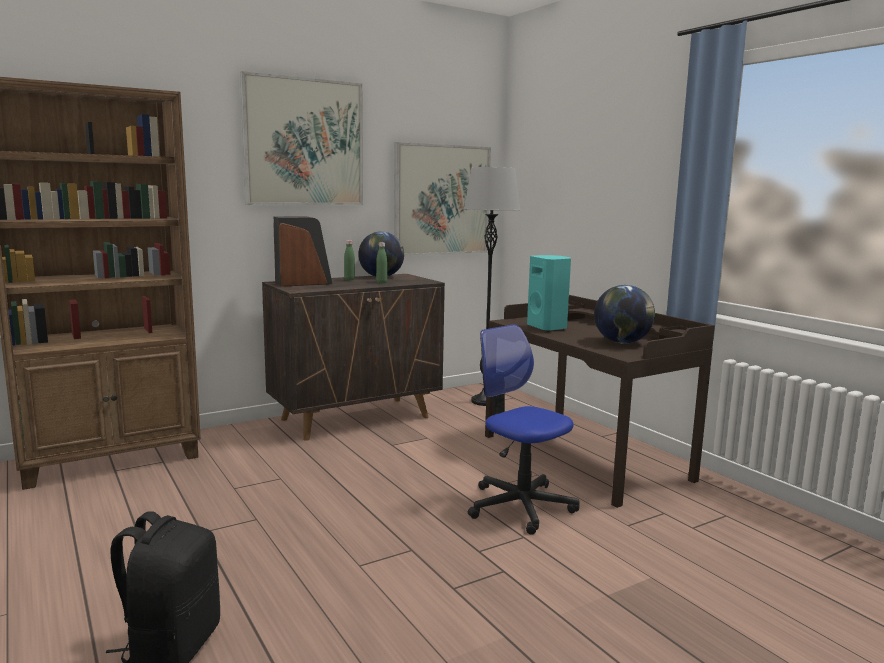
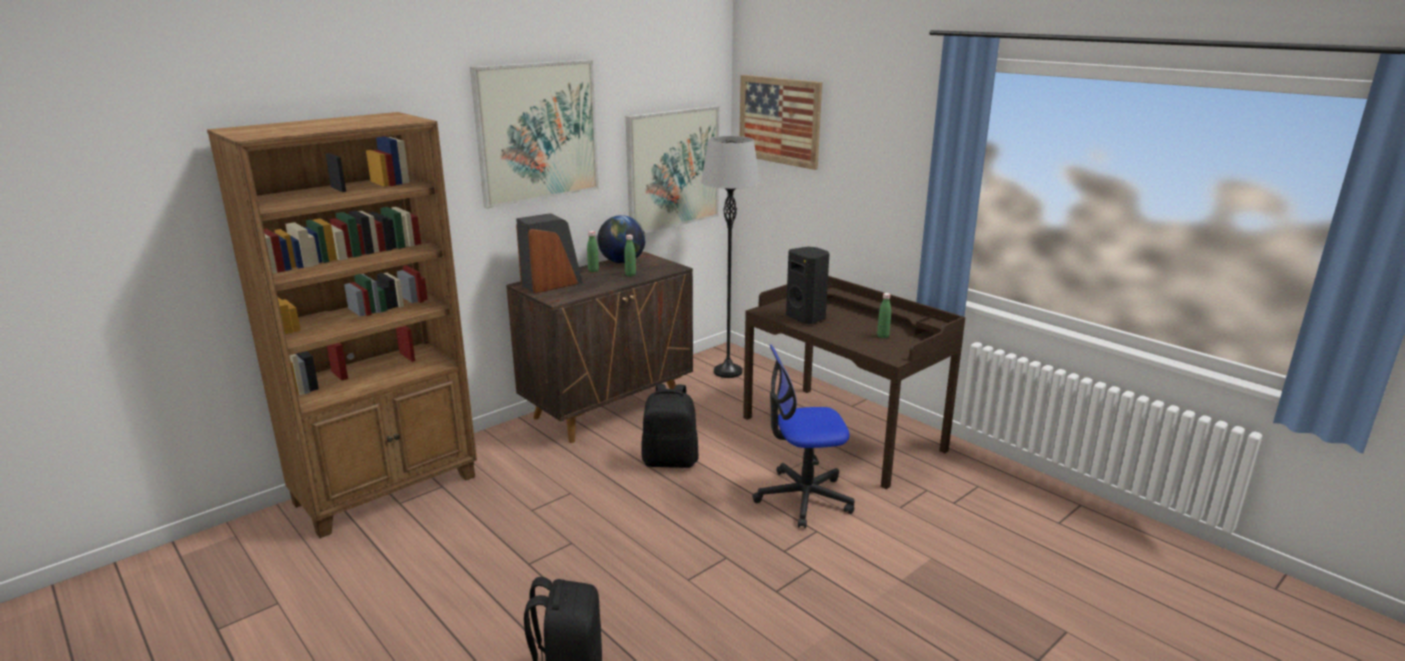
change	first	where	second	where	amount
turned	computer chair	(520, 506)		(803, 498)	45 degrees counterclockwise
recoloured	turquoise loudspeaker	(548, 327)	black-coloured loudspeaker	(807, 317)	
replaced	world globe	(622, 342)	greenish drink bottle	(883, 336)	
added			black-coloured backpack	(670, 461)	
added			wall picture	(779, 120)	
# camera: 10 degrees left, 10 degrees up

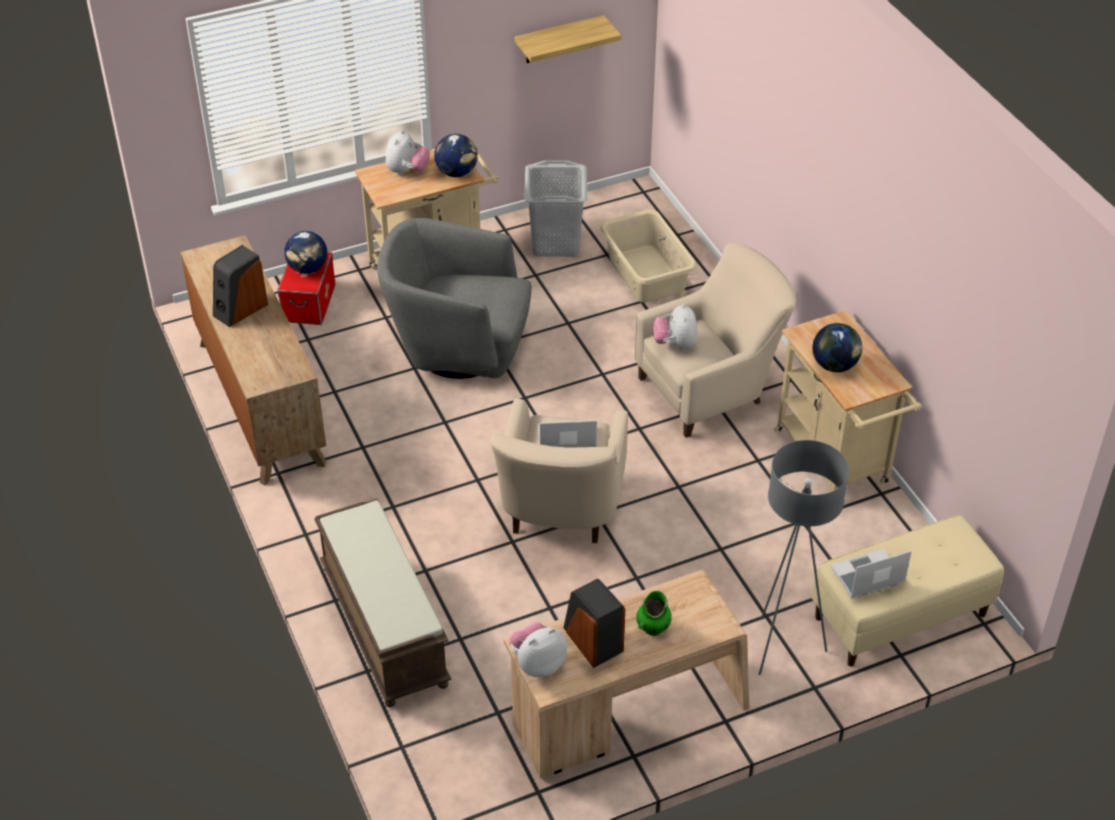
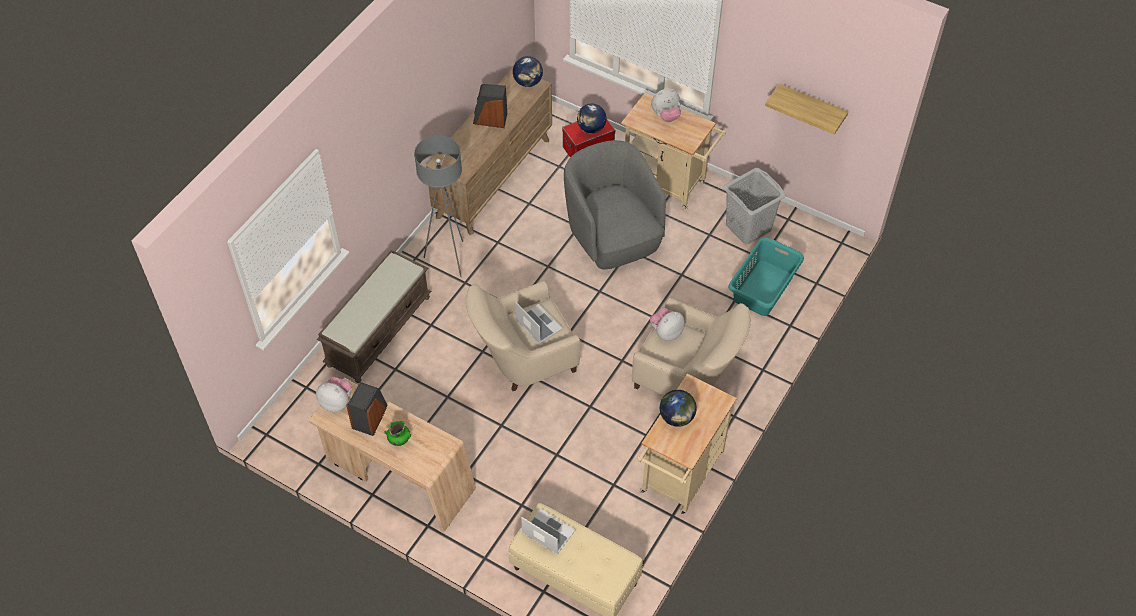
change	first	where	second	where	amount
moved	world globe	(457, 173)		(528, 82)	
recoloured	beige-coloured hamper	(647, 273)	turquoise hamper	(763, 288)	
moved	gray floor lamp	(783, 648)		(449, 258)	
# camera: 55 degrees right, 10 degrees up

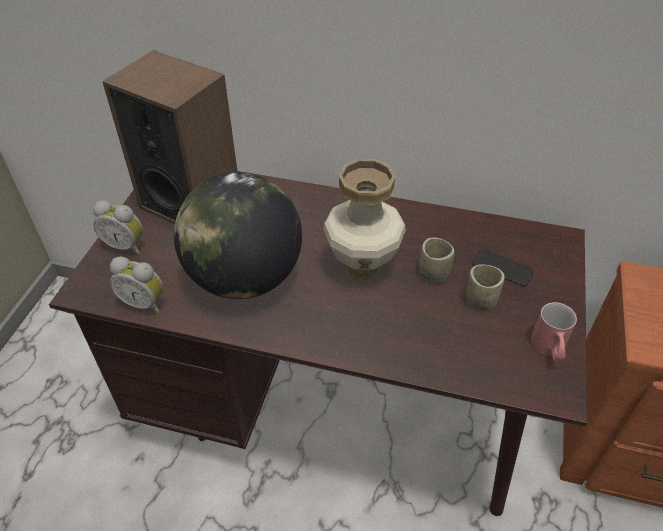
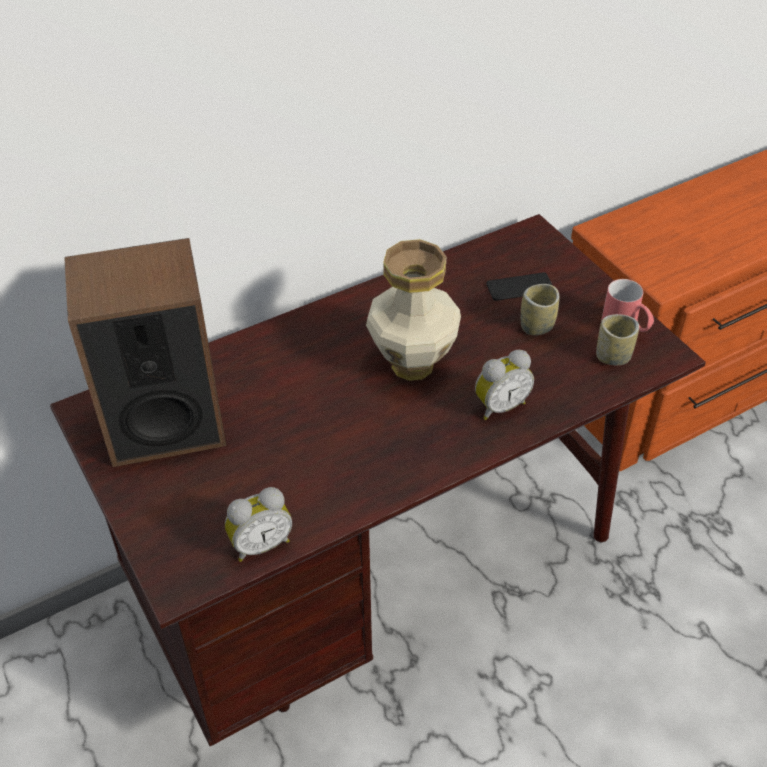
change	first	where	second	where	amount
moved	table clock	(126, 245)		(499, 405)	
removed	world globe	(244, 278)			
moved	cup	(433, 274)		(613, 356)	
# camera: 45 degrees left, 0 degrees up

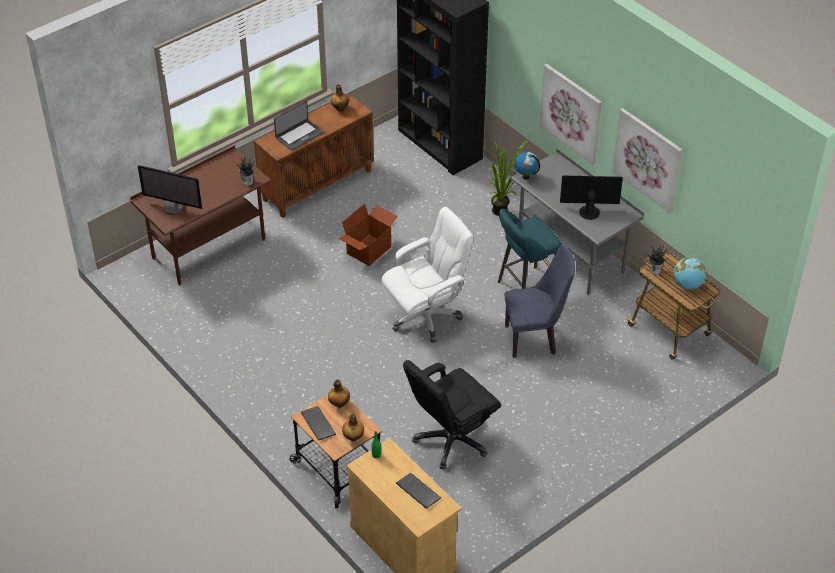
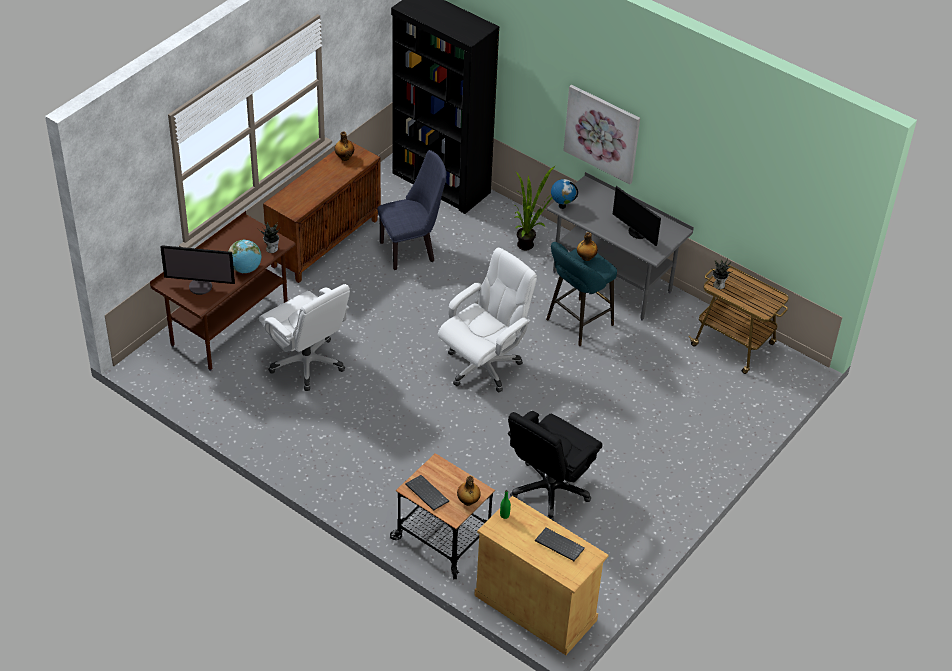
change	first	where	second	where	amount
removed	notebook computer	(299, 135)			
moved	drink bottle	(339, 404)		(586, 258)	
removed	cardboard box	(369, 250)			
moved	blue upright chair	(535, 338)		(412, 250)	
turned	computer display	(589, 211)		(637, 232)	120 degrees counterclockwise
removed	wall picture	(647, 159)			
moved	world globe	(687, 285)		(245, 269)	
added			white computer chair	(307, 363)	
# camera: 15 degrees left, 0 degrees up

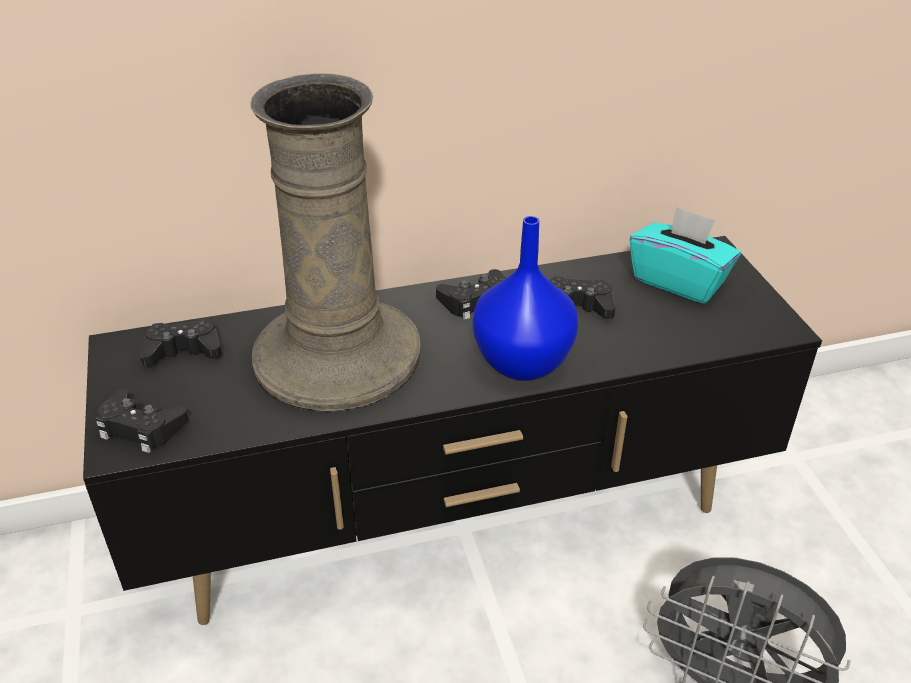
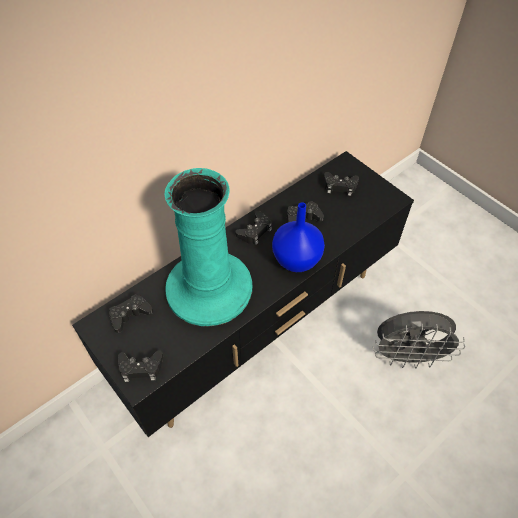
change	first	where	second	where	amount
recoloured	beige-coloured vase	(336, 354)	turquoise vase	(208, 288)	
replaced	turquoise tissue box	(679, 281)	black-coloured game controller	(340, 186)	
# camera: 25 degrees left, 15 degrees up

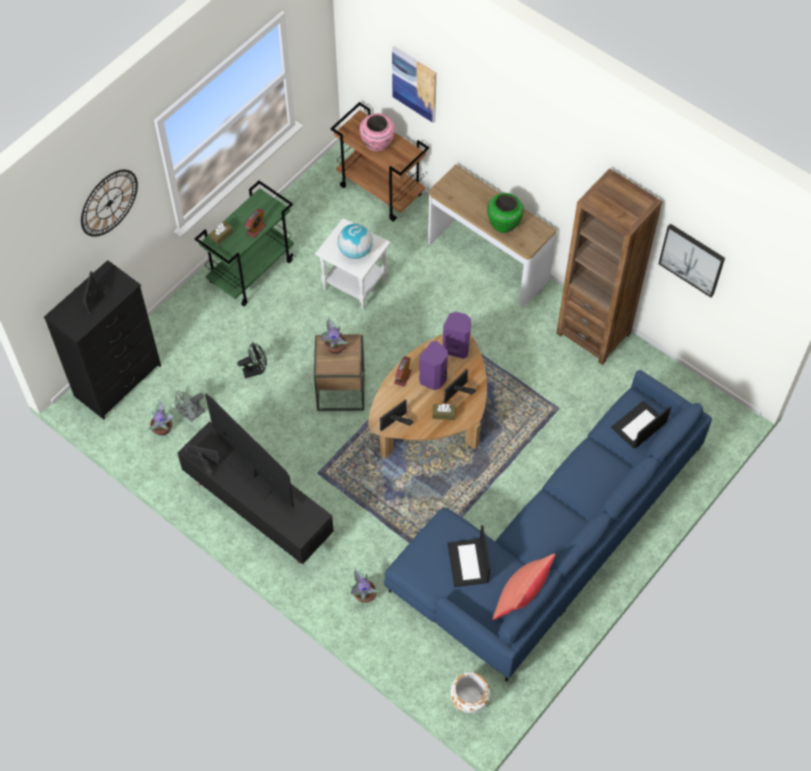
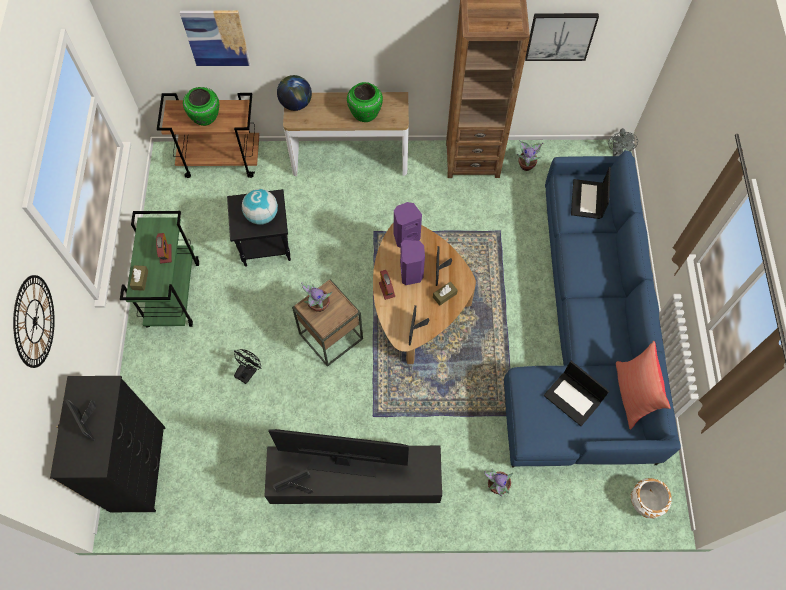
change	first	where	second	where	amount
moved	plant in a pot	(163, 429)		(526, 165)	
moved	gray electric fan	(192, 415)		(617, 152)	
recoloured	white side table	(355, 283)	black-coloured side table	(266, 245)	
recoloured	pinkish vase	(377, 144)	greenish vase	(205, 118)	
added			world globe	(296, 103)	
# camera: 40 degrees left, 5 degrees up

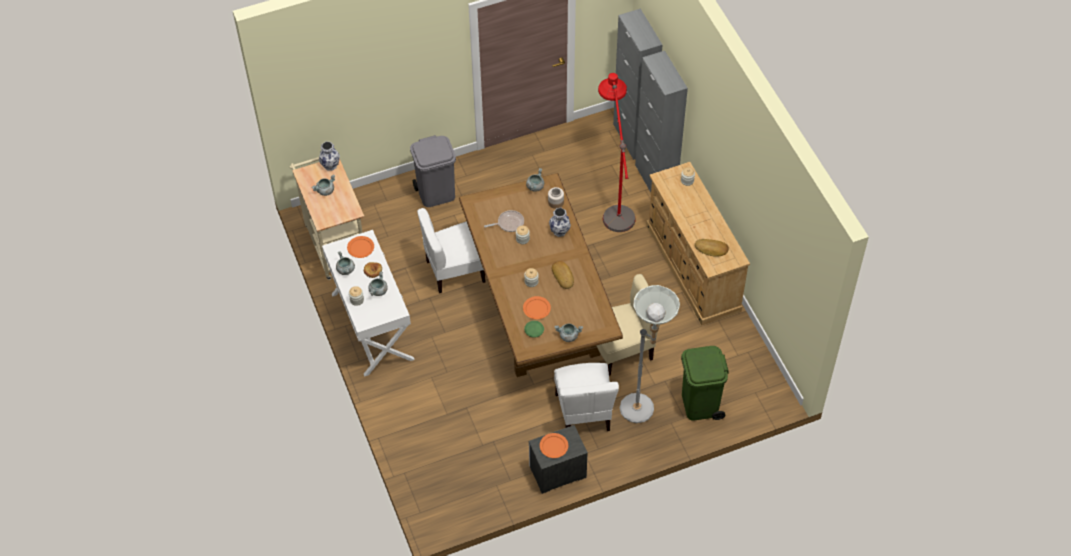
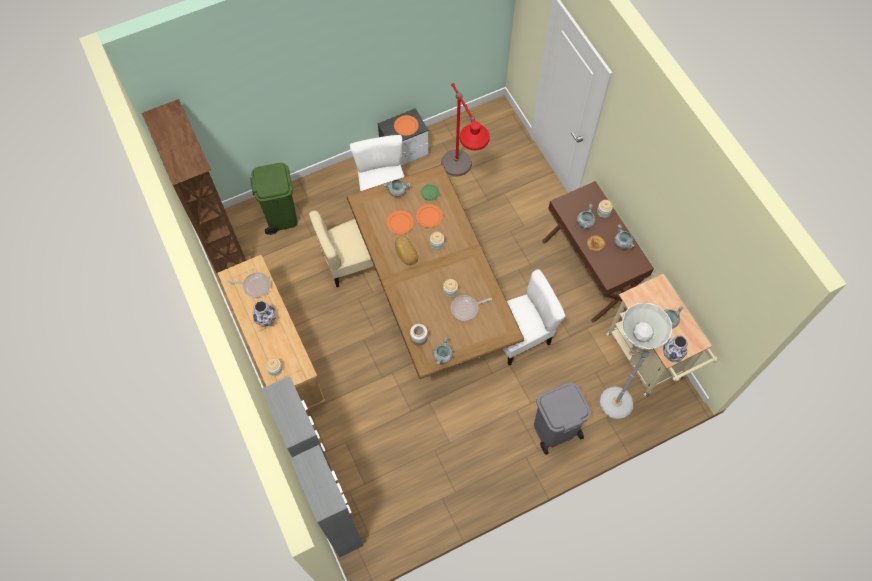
change	first	where	second	where	amount
recoloured	white hall table	(371, 326)	brown hall table	(588, 271)	
moved	orange dinner plate	(361, 248)		(400, 223)	
moved	vase	(559, 231)		(267, 320)	
moved	red-coloured floor lamp	(614, 200)		(461, 181)	
moved	gray floor lamp	(643, 411)		(609, 400)	
replaced	baked bread	(711, 249)	skillet	(255, 286)	
added			brown shelving unit	(224, 247)	
# camera: 175 degrees right, 10 degrees up

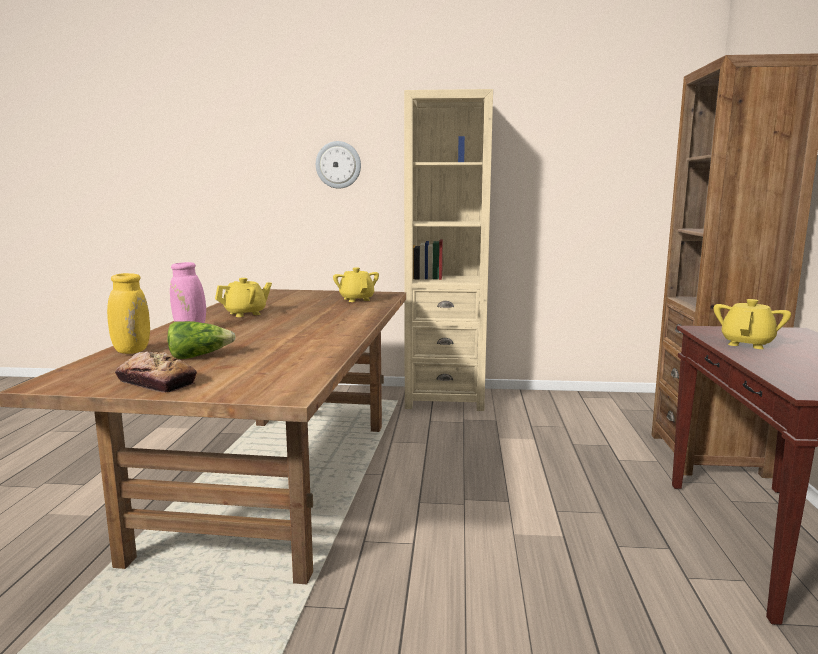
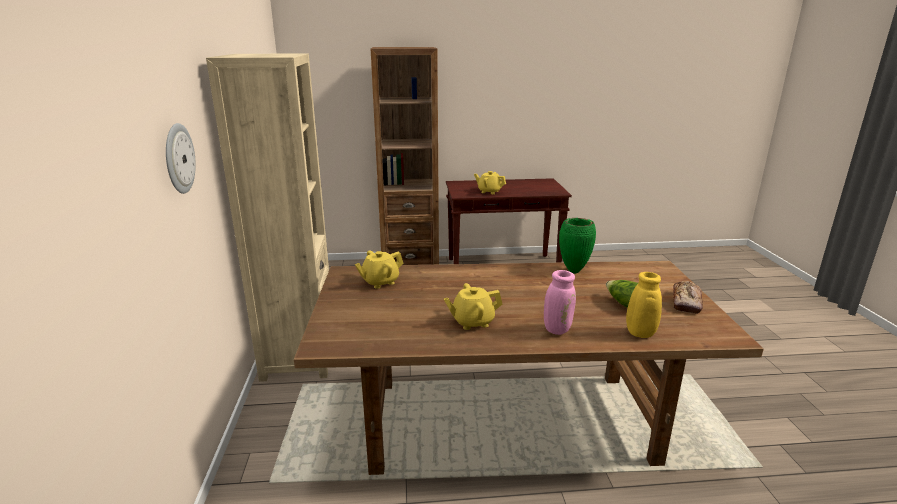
change	first	where	second	where	amount
turned	yellow teapot	(245, 314)		(472, 322)	60 degrees counterclockwise
added			greenish vase	(573, 271)	
# camera: 100 degrees left, 10 degrees up

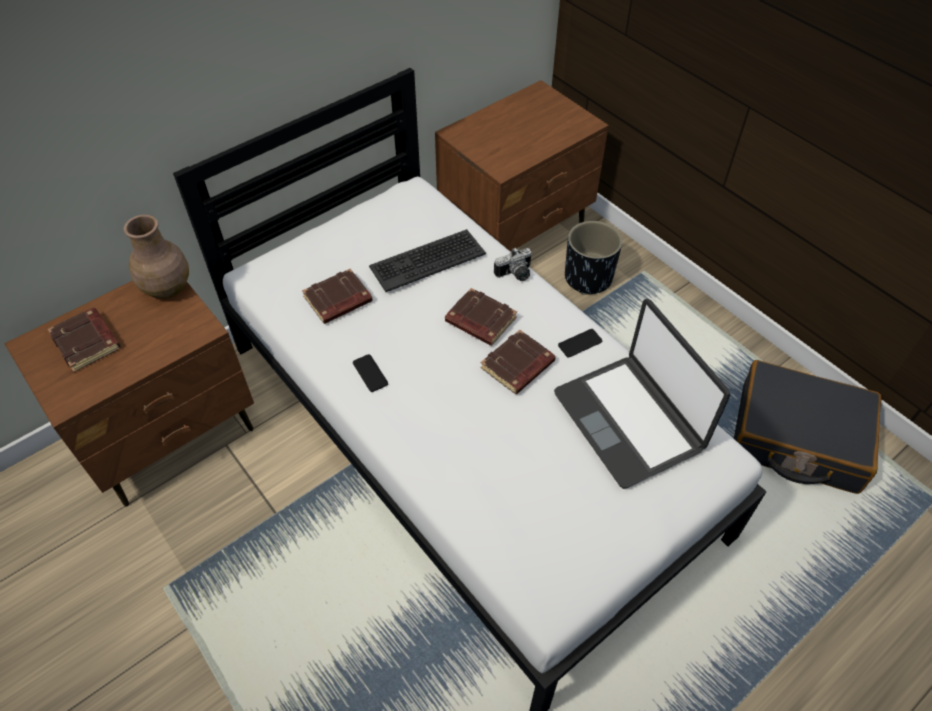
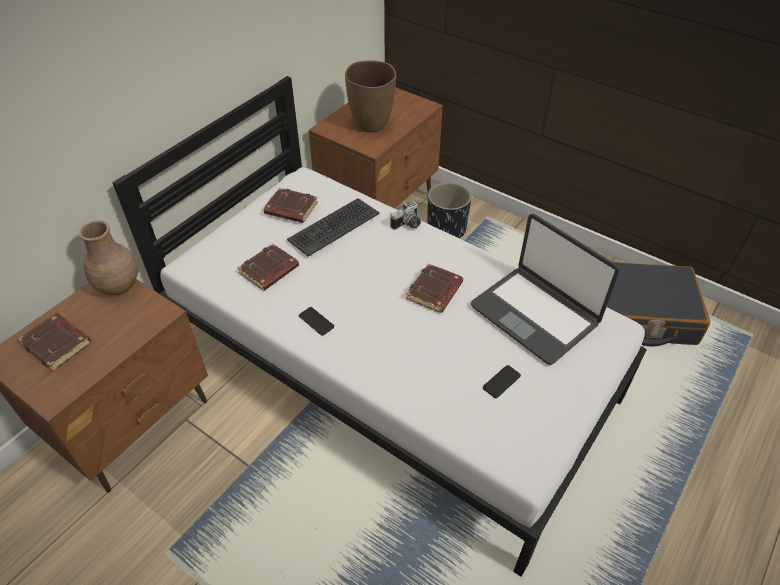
change	first	where	second	where	amount
moved	brown bound book	(479, 321)		(290, 209)	
moved	telephone	(580, 343)		(501, 382)	
added			brown vase	(372, 125)	
# camera: 15 degrees left, 5 degrees down

